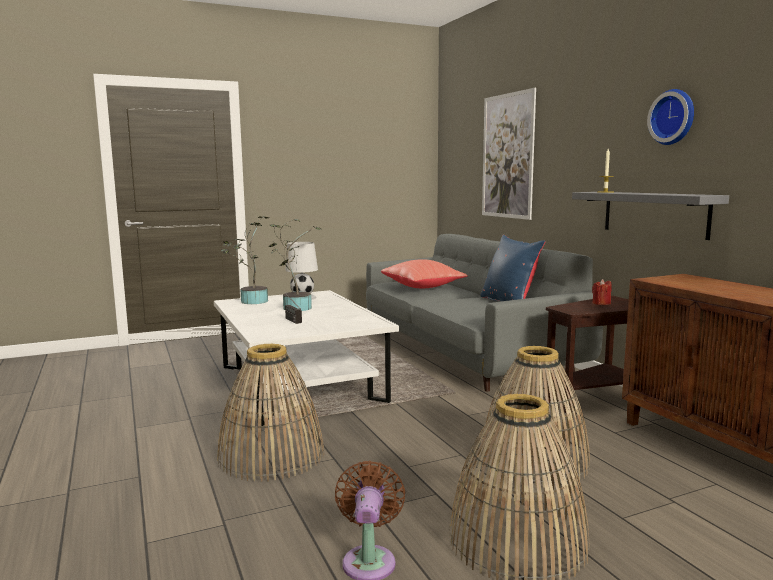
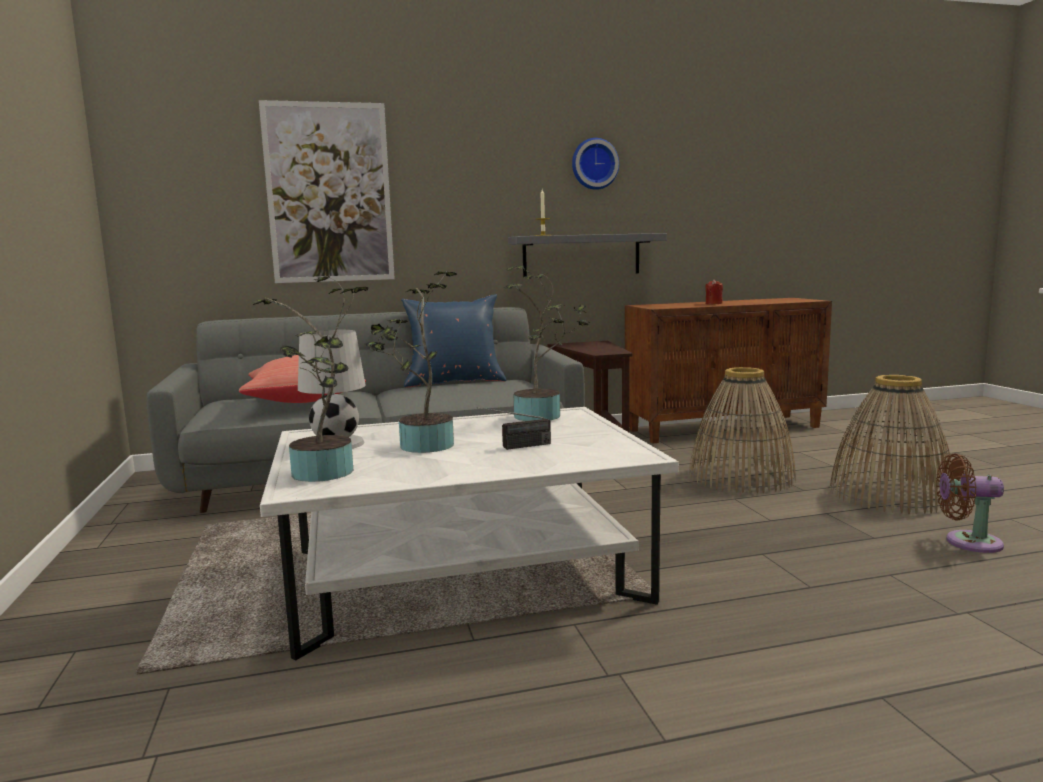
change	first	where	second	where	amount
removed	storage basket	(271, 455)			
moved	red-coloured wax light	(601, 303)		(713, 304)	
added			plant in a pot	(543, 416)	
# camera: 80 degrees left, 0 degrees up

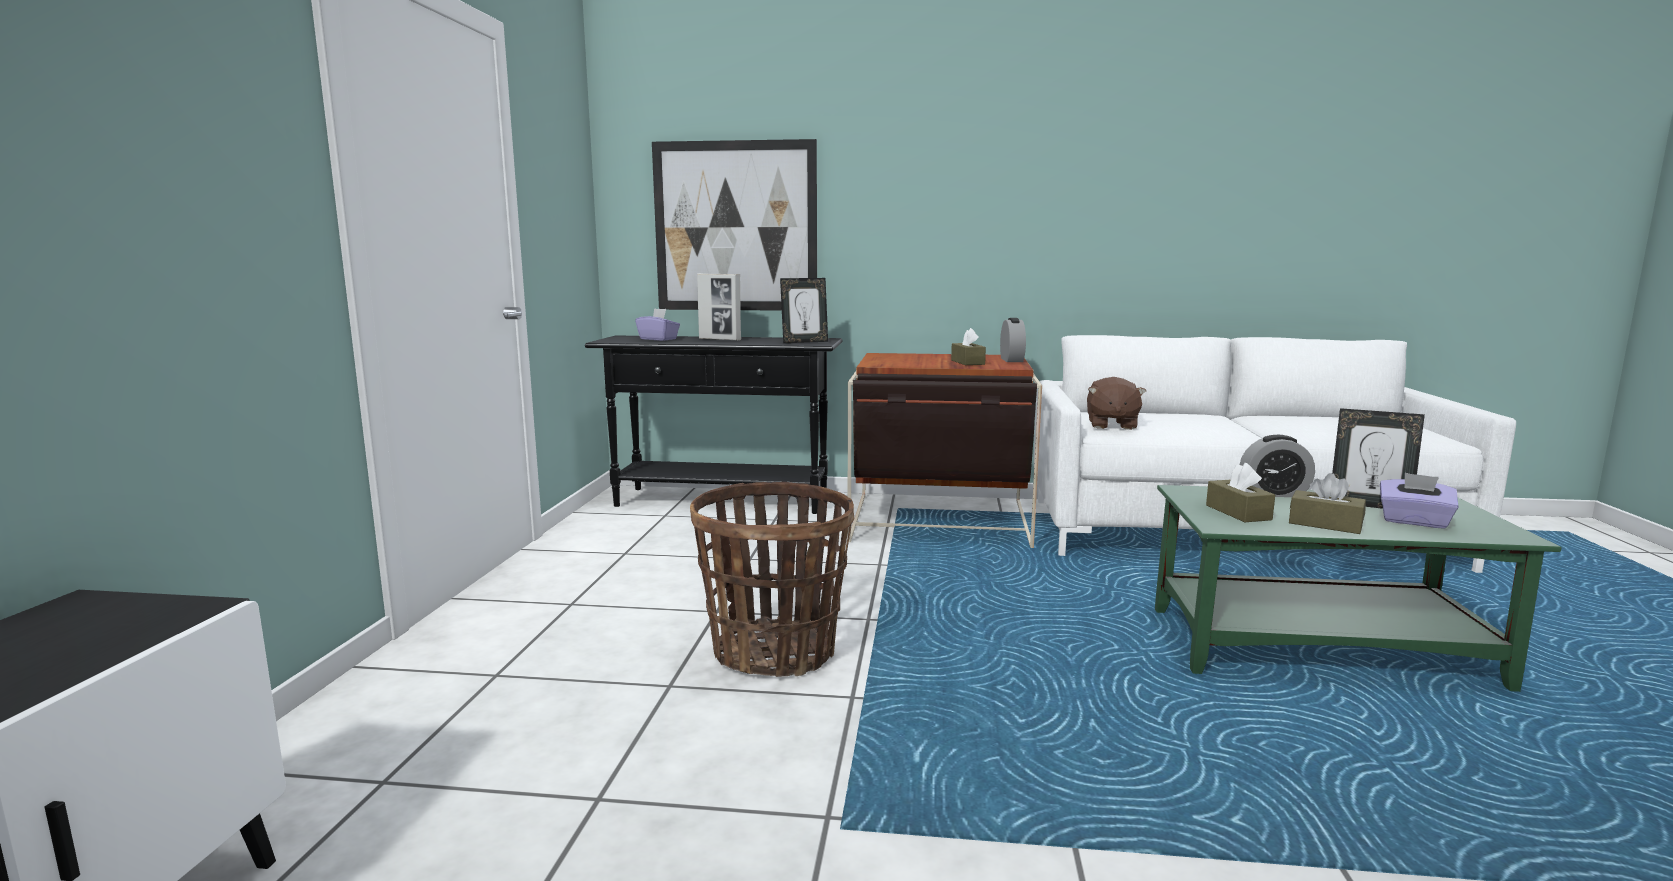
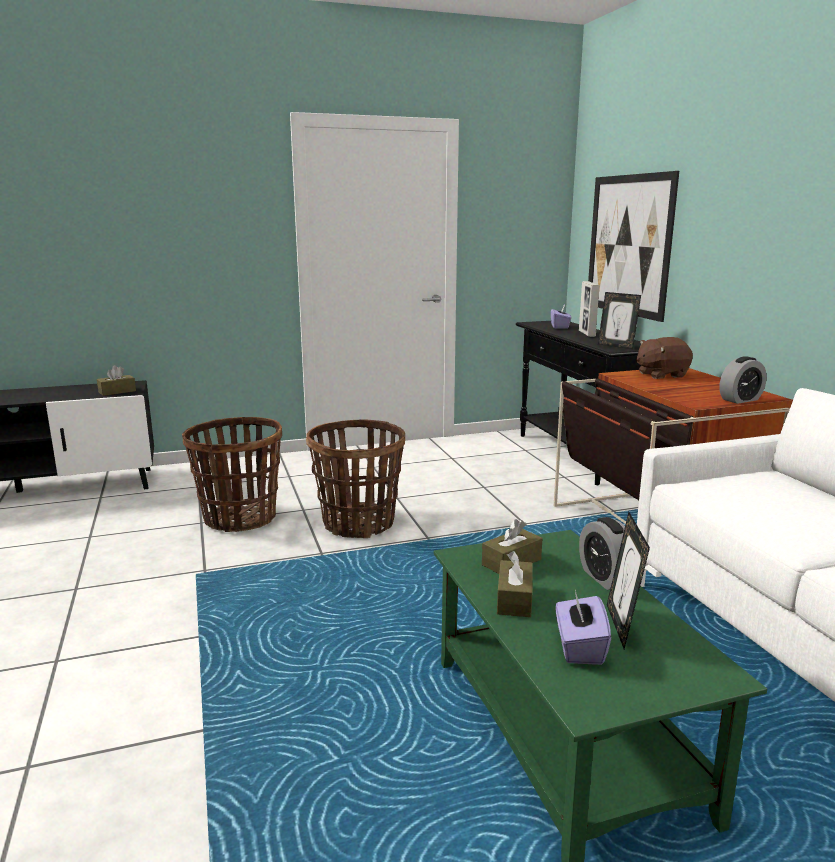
change	first	where	second	where	amount
moved	brown tissue box	(967, 362)		(117, 392)	
moved	brown soft toy	(1111, 425)		(661, 375)	
added			storage basket	(239, 518)	
# camera: 65 degrees right, 5 degrees up

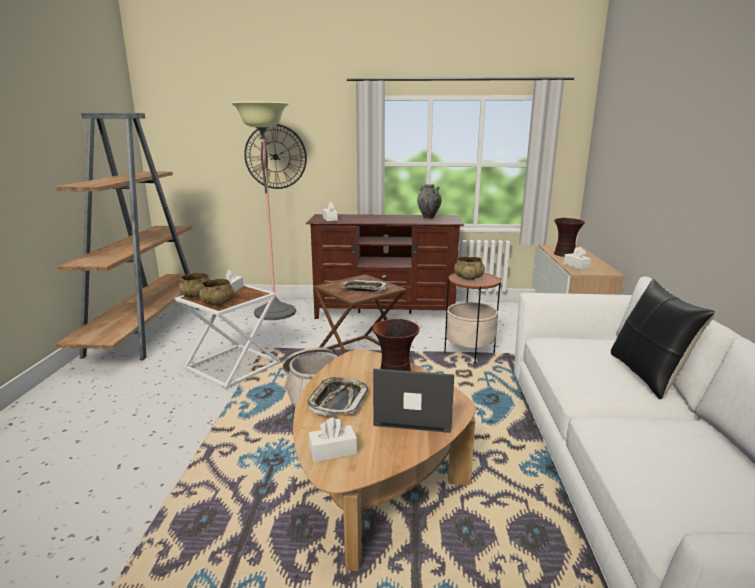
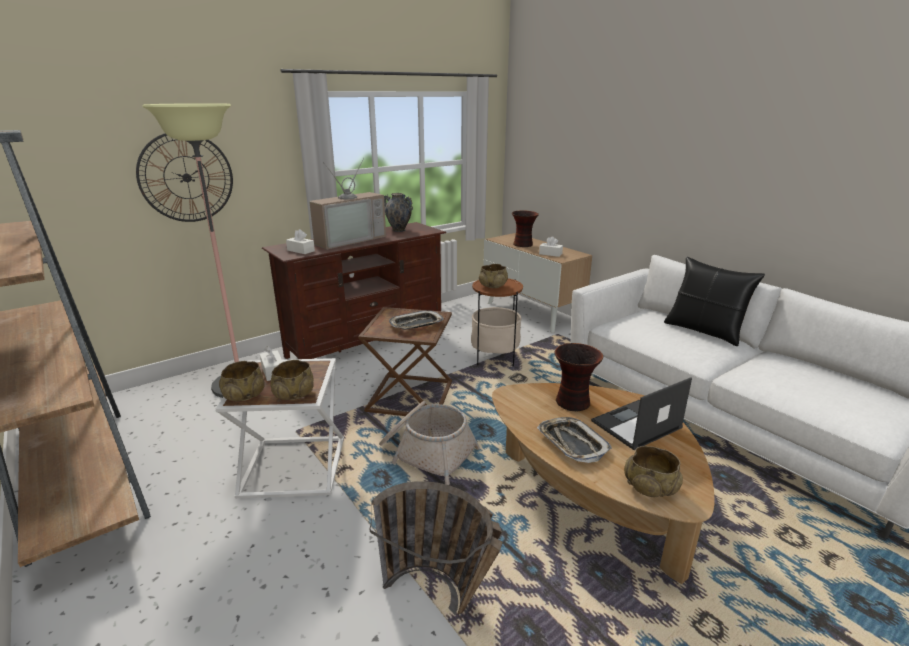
change	first	where	second	where	amount
replaced	white tissue box	(333, 451)	beige-coloured deep dish	(650, 487)	
added			television	(348, 239)	
added			storage basket	(442, 597)	
# camera: 40 degrees left, 5 degrees up

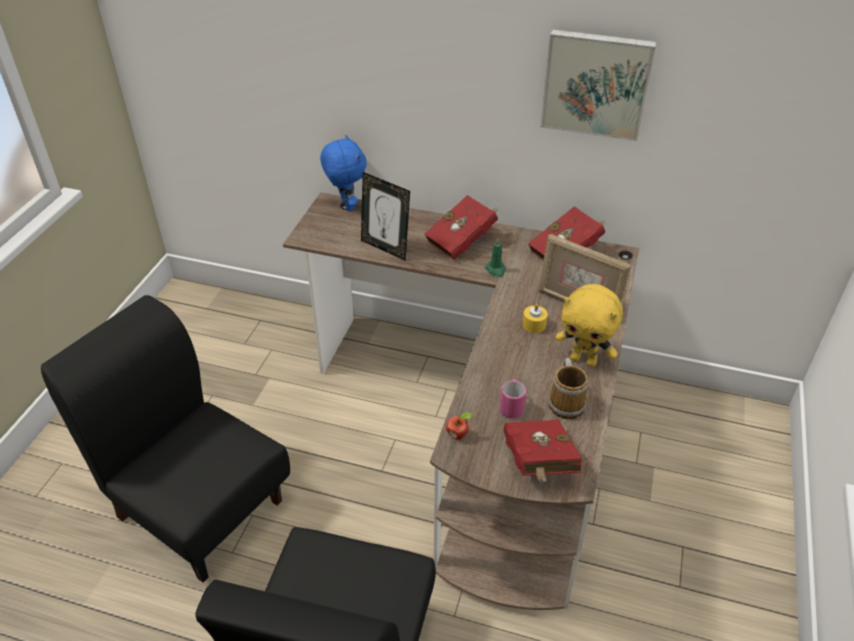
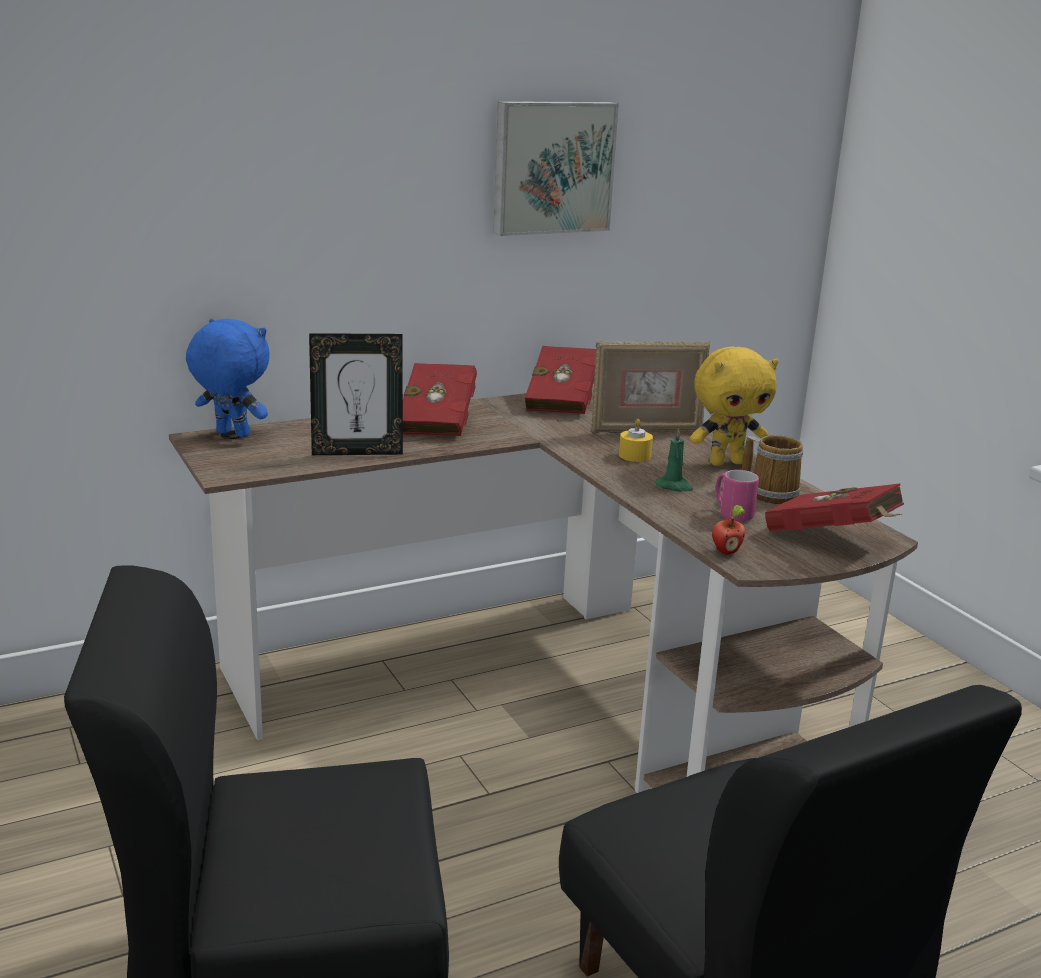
change	first	where	second	where	amount
moved	greenish wax light	(496, 270)		(674, 486)	
# camera: 45 degrees left, 20 degrees down

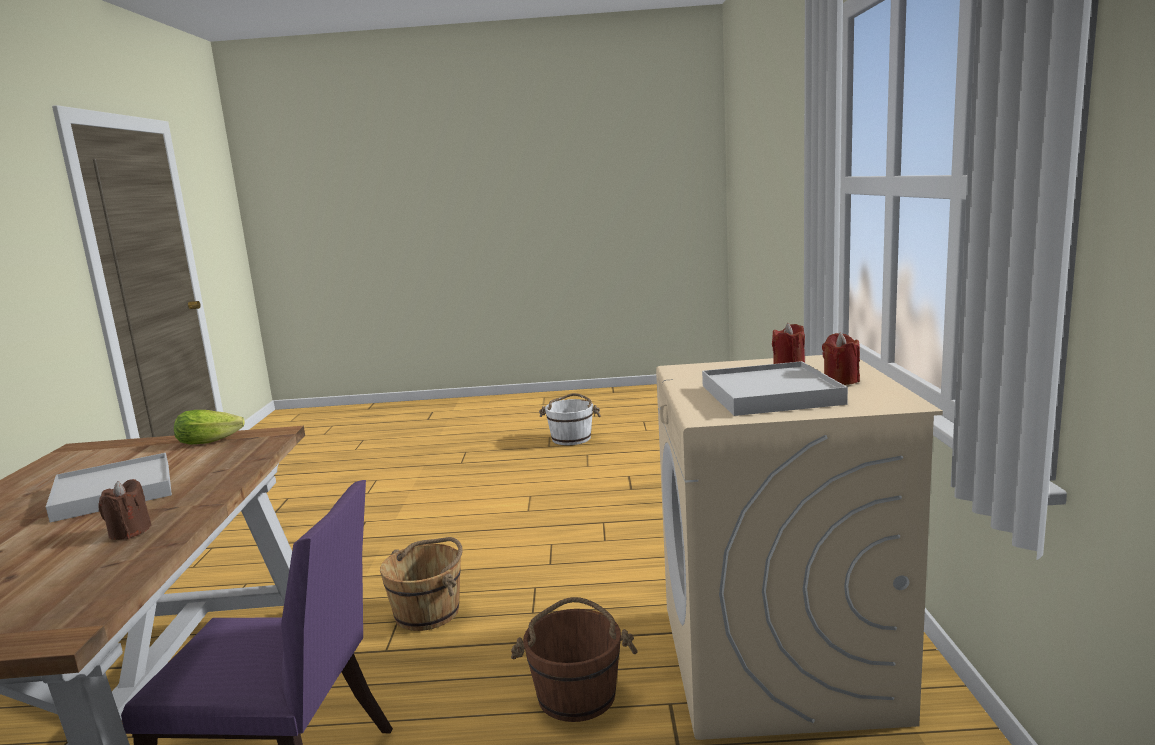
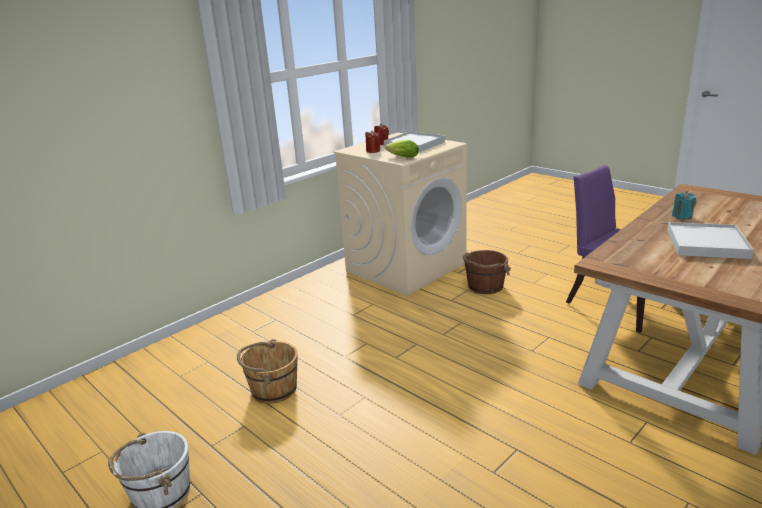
change	first	where	second	where	amount
recoloured	brown wax light	(129, 532)	turquoise wax light	(682, 216)	
moved	lettuce	(212, 440)		(401, 157)	
moved	brown pail	(428, 612)		(273, 389)	
# camera: 135 degrees left, 10 degrees up

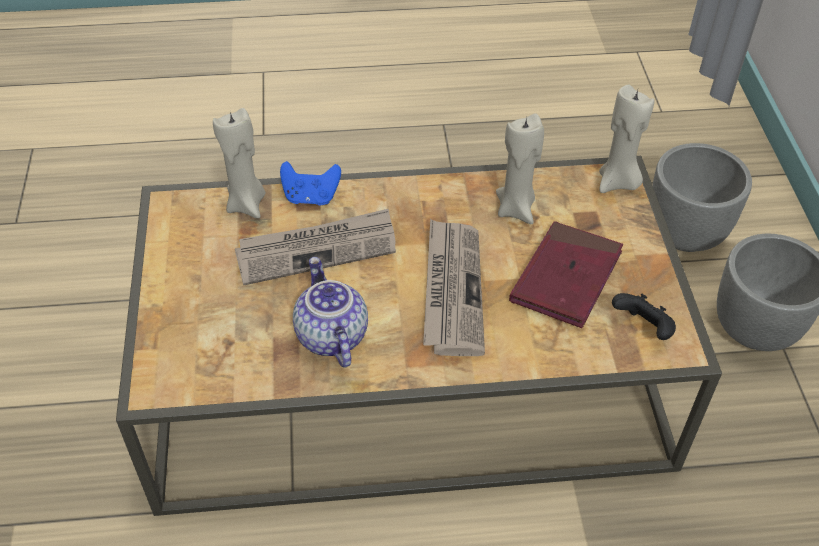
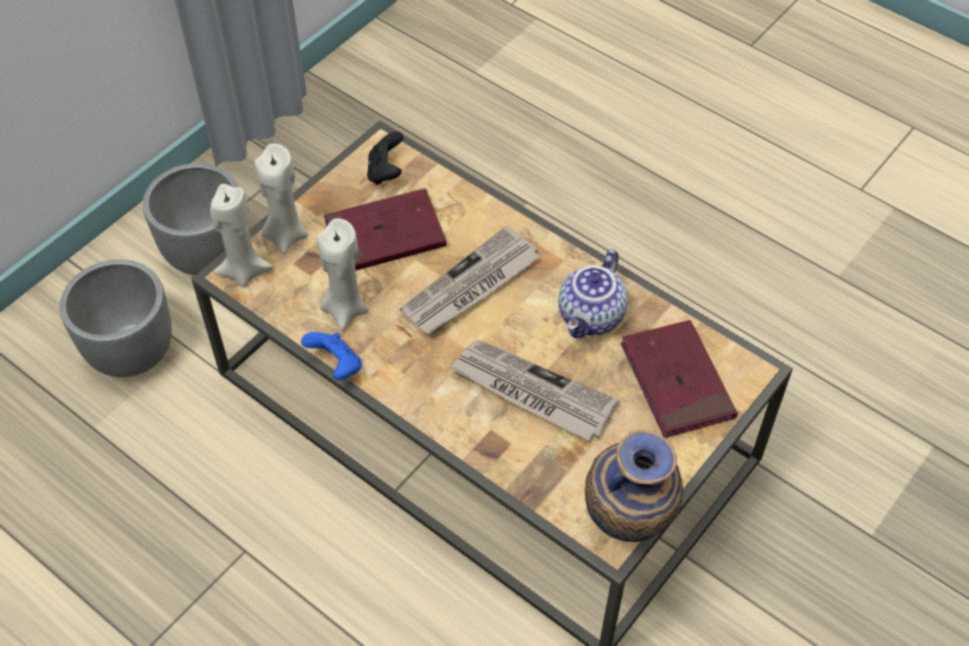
change	first	where	second	where	amount
moved	beige-coloured wax light	(247, 204)		(285, 235)	
moved	blue game controller	(311, 197)		(336, 366)	
added			vase	(626, 527)	
added			red-coloured bound book	(676, 382)	
# camera: 135 degrees left, 5 degrees up

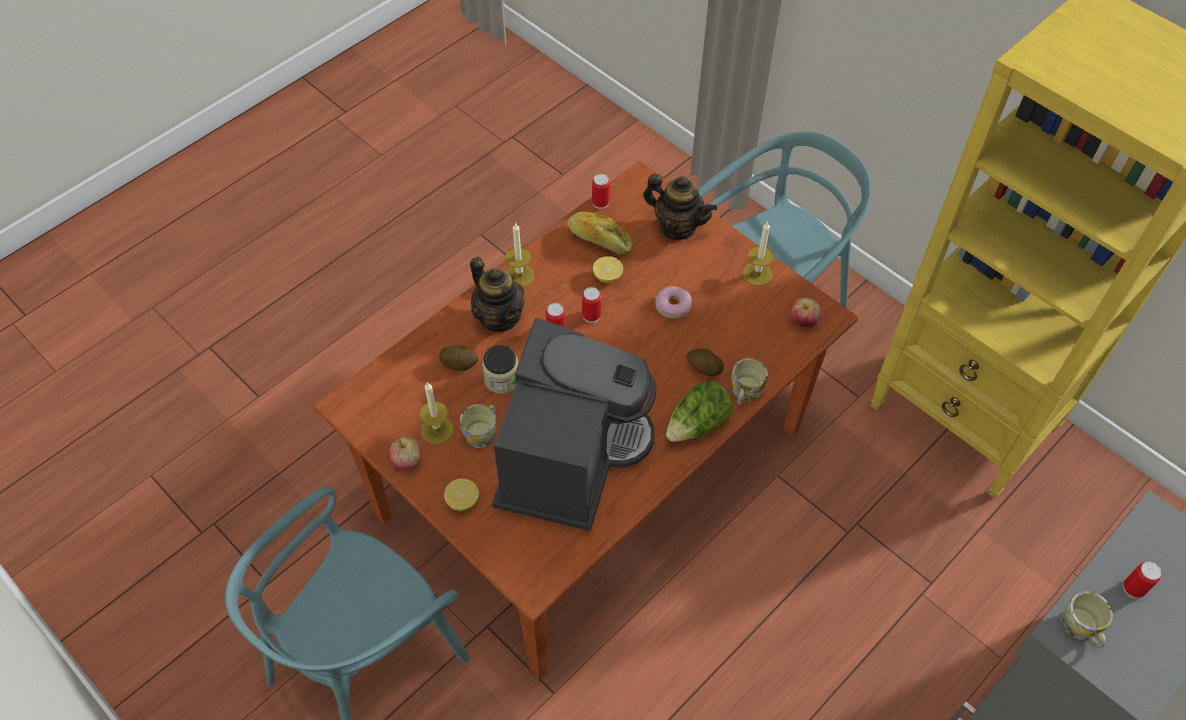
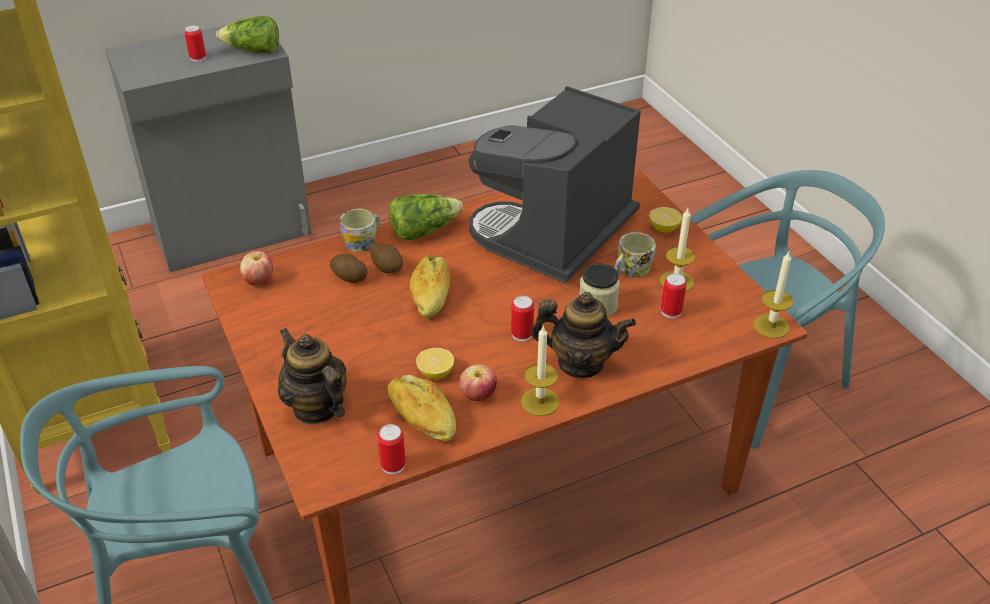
change	first	where	second	where	amount
moved	apple fruit	(407, 461)		(478, 395)	
moved	potato	(459, 363)		(349, 277)	
turned	teapot	(499, 317)		(580, 363)	120 degrees clockwise
moved	can	(591, 315)		(671, 311)	
removed	donut	(673, 306)			
moved	wax light	(757, 274)		(771, 326)	
replaced	mug	(1081, 629)	lettuce	(253, 51)	
added			baked bread	(431, 294)	
# camera: 160 degrees left, 15 degrees down

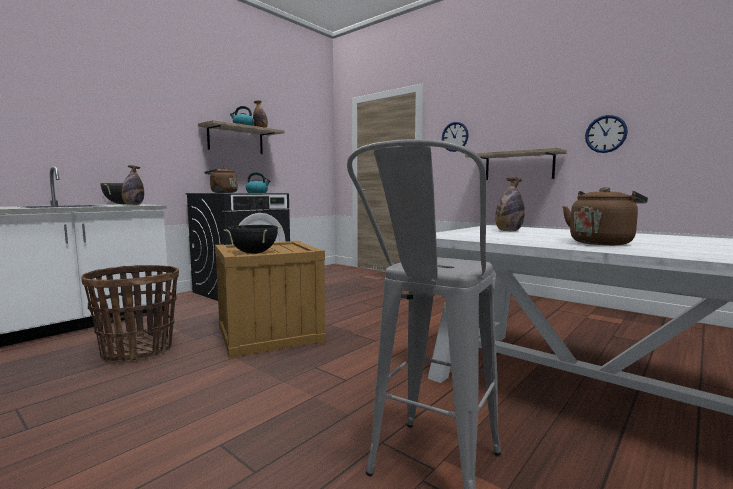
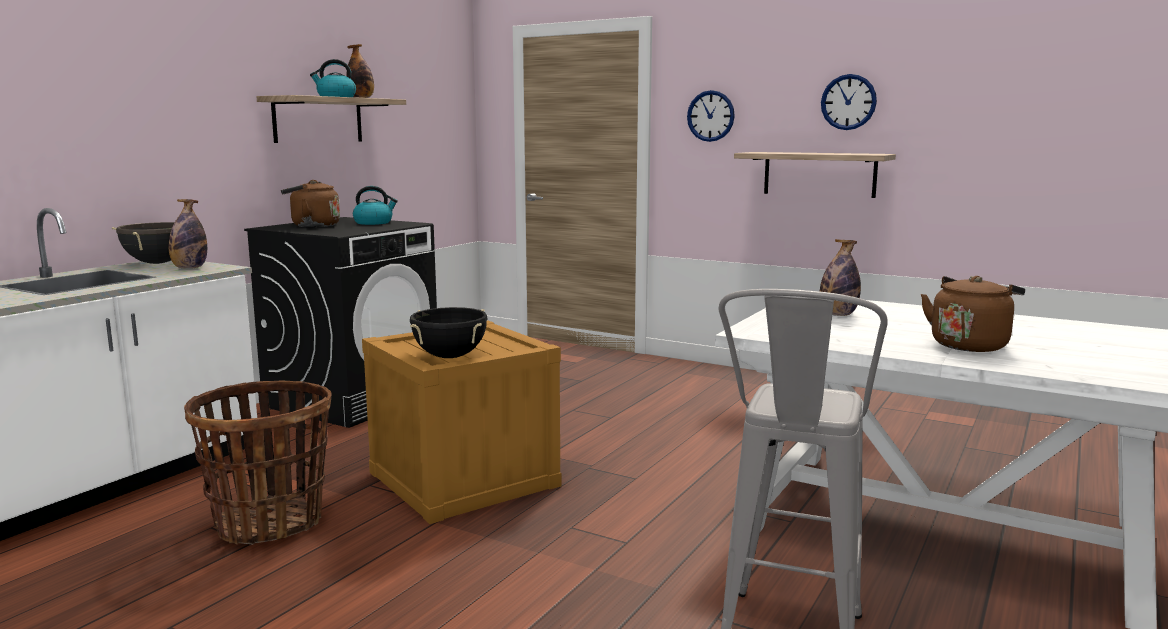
change	first	where	second	where	amount
moved	hanging clock	(605, 134)		(848, 102)	
# camera: 10 degrees left, 5 degrees up

